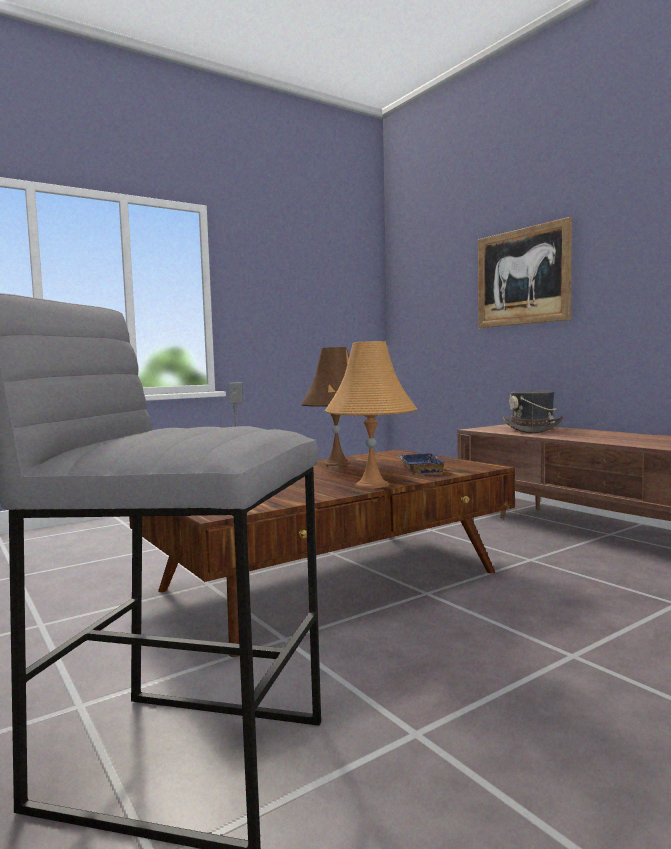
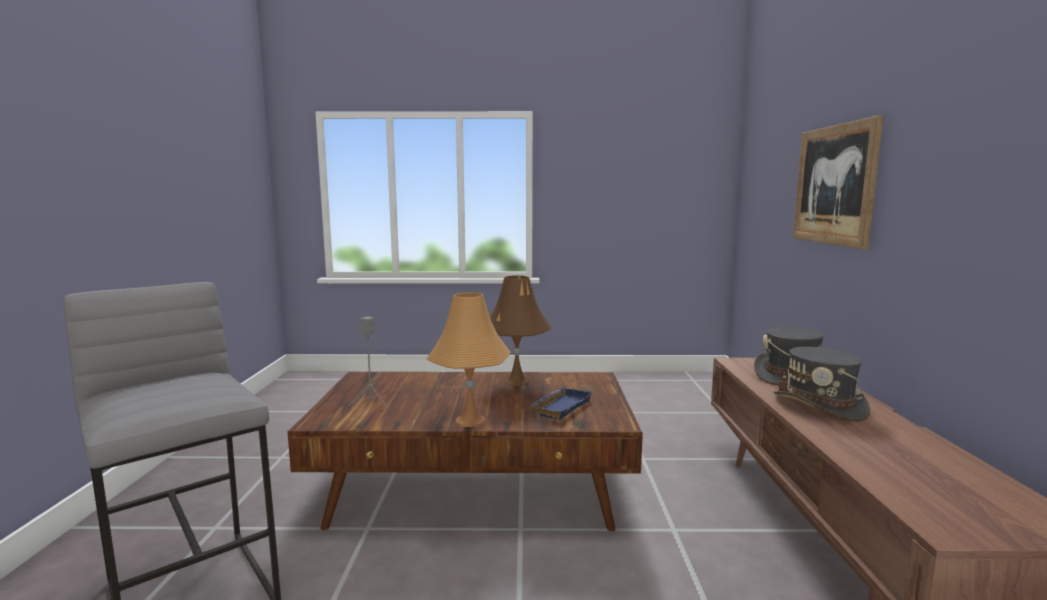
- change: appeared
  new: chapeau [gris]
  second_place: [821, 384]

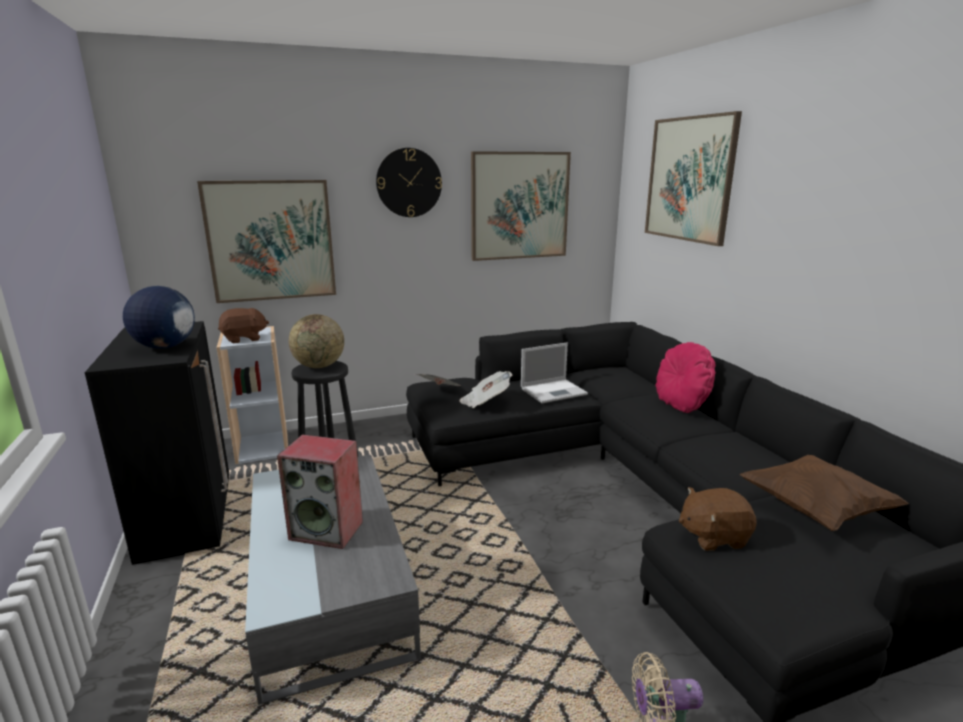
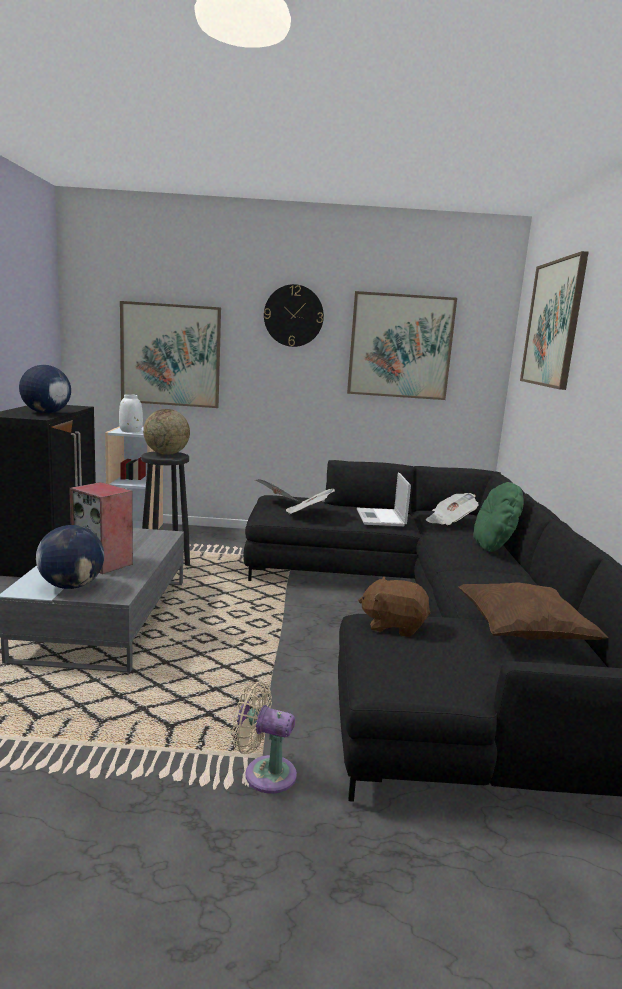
- change: appeared
  new: globe
  second_place: [70, 557]
- change: exchanged
  old: peluche [marron]
  new: vase [blanc]
  first_place: [243, 325]
  second_place: [131, 413]
- change: spun
  old: ordinateur portable
  first_place: [554, 372]
  second_place: [384, 499]
  degrees: 90
- change: appeared
  new: journal
  second_place: [452, 509]
- change: colour
  old: coussin [rose]
  new: coussin [vert]
  first_place: [685, 377]
  second_place: [498, 517]

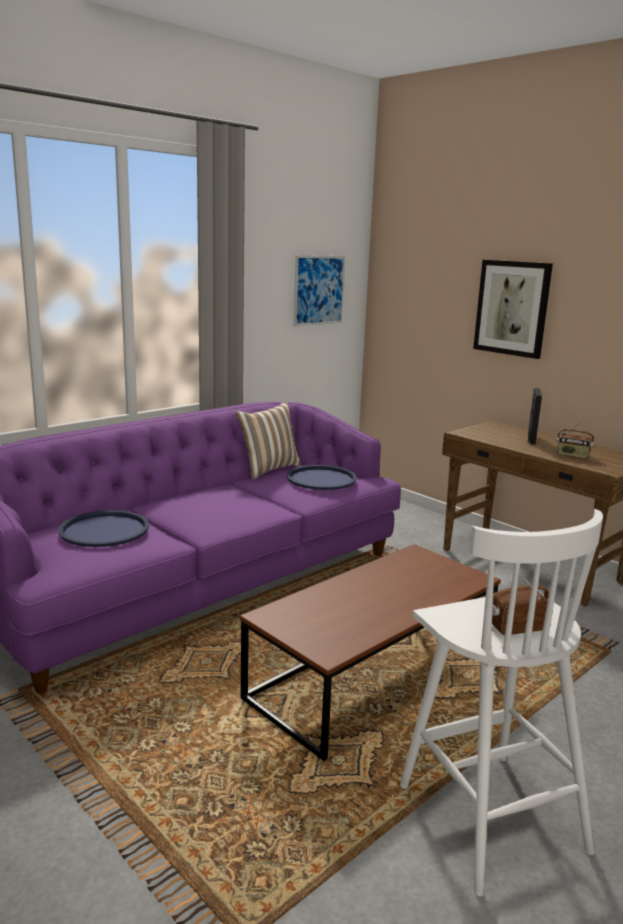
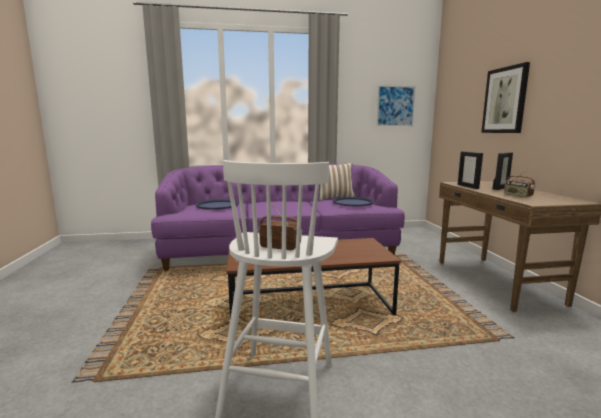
- change: appeared
  new: cadre photo
  second_place: [470, 170]

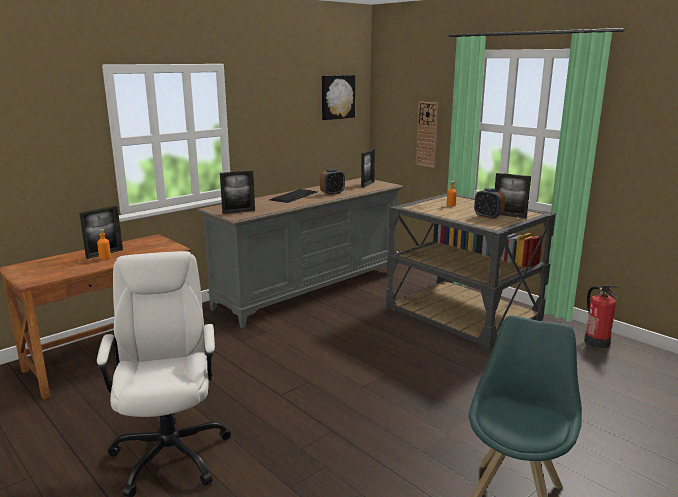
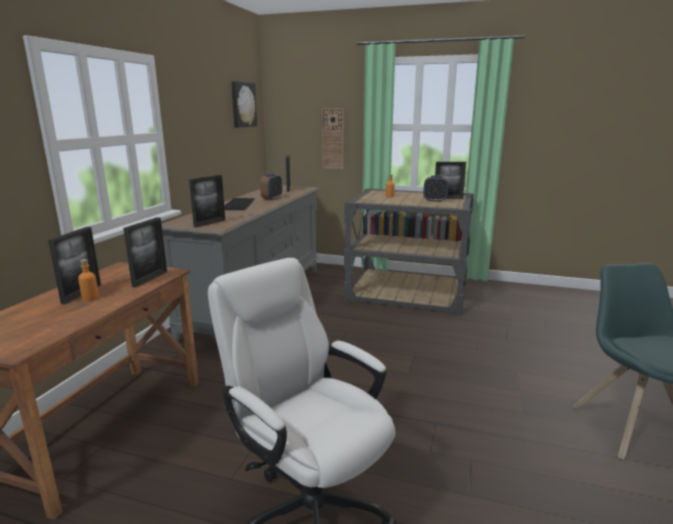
- change: appeared
  new: cadre photo
  second_place: [145, 252]
- change: missing
  old: extincteur
  first_place: [601, 316]

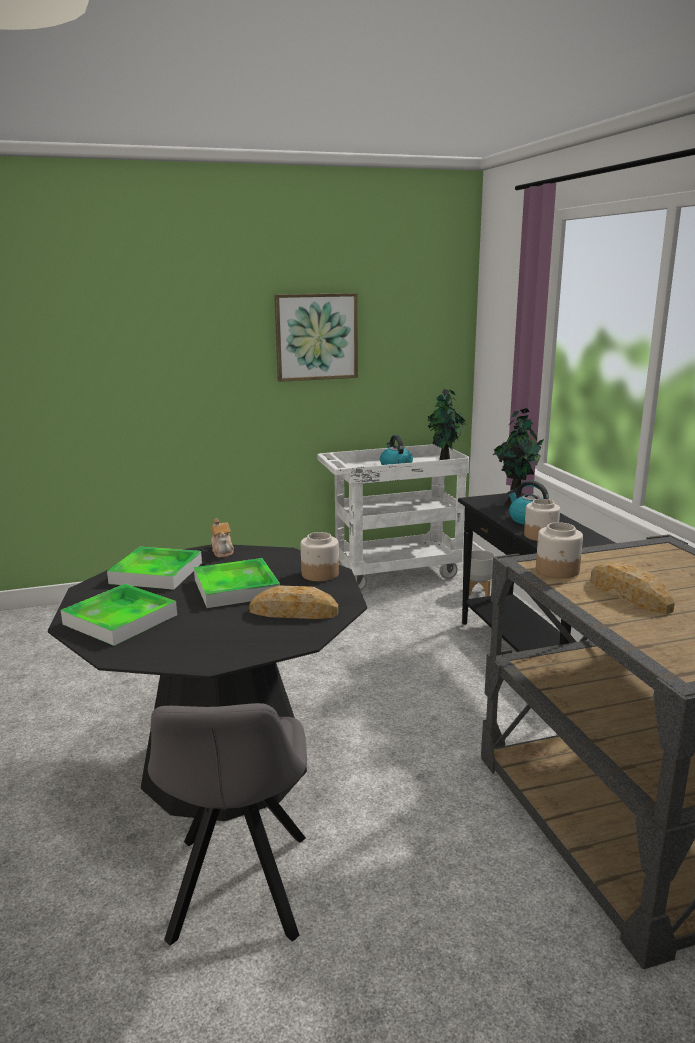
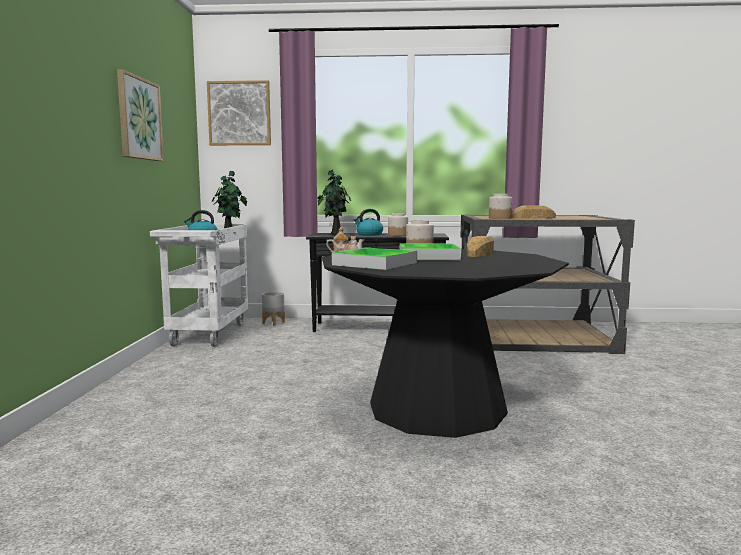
- change: appeared
  new: tableau
  second_place: [239, 112]
- change: missing
  old: plateau
  first_place: [119, 615]
- change: missing
  old: chaise [gris]
  first_place: [227, 824]

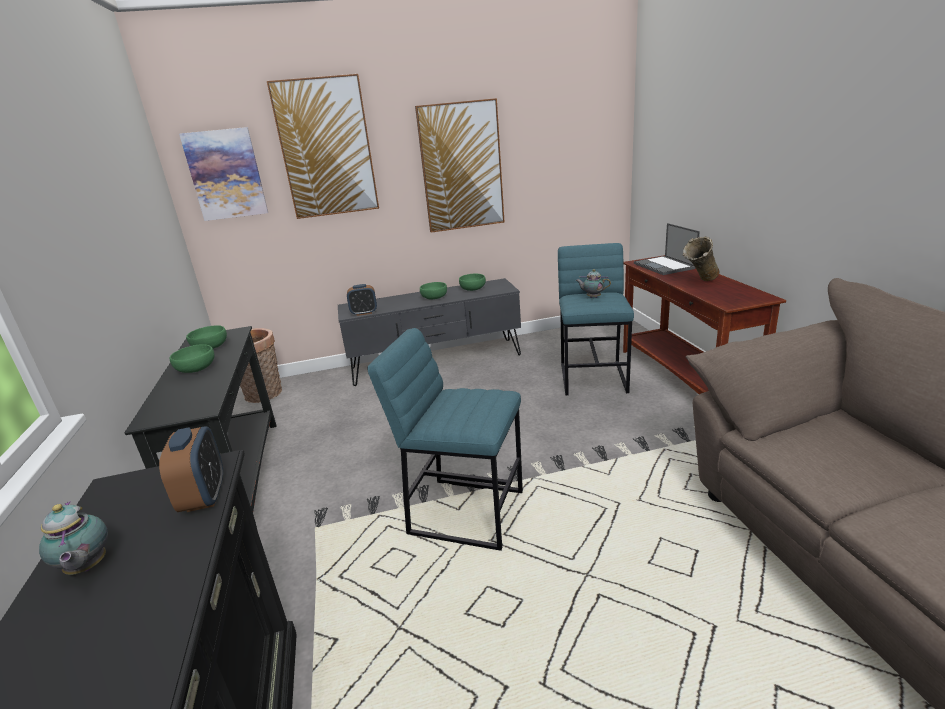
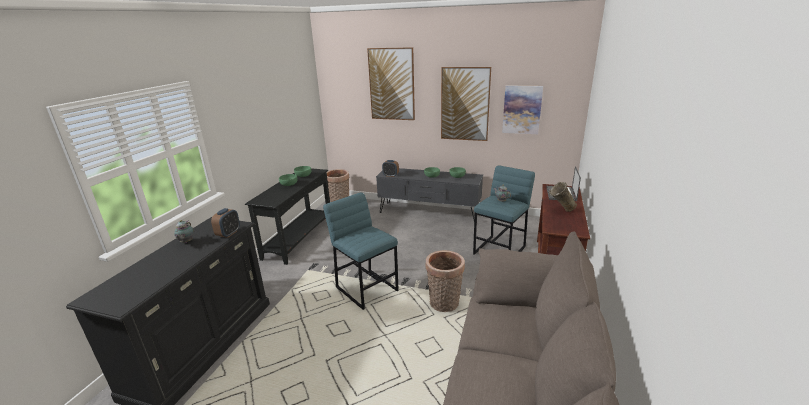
- change: appeared
  new: panier
  second_place: [445, 281]
- change: relocated
  old: tableau
  first_place: [223, 174]
  second_place: [522, 109]

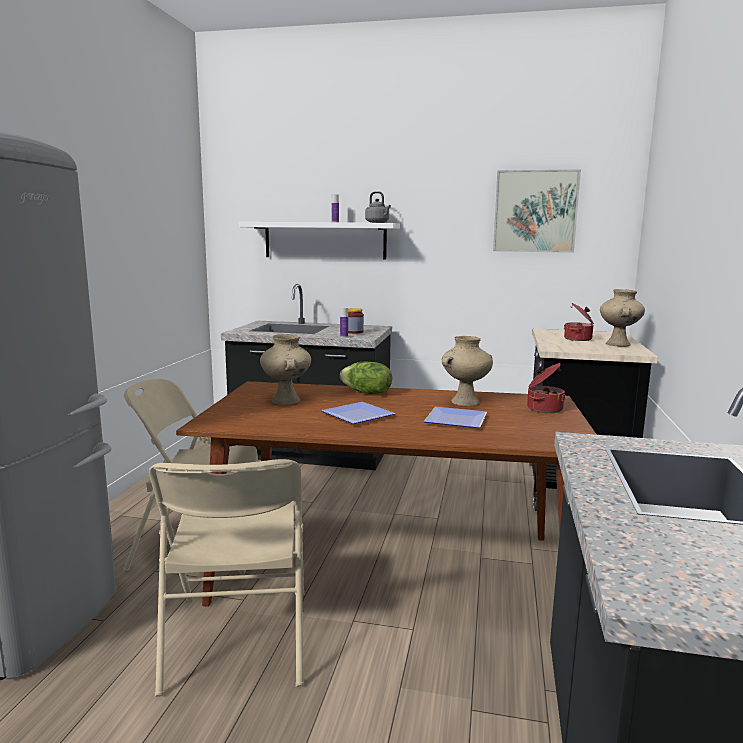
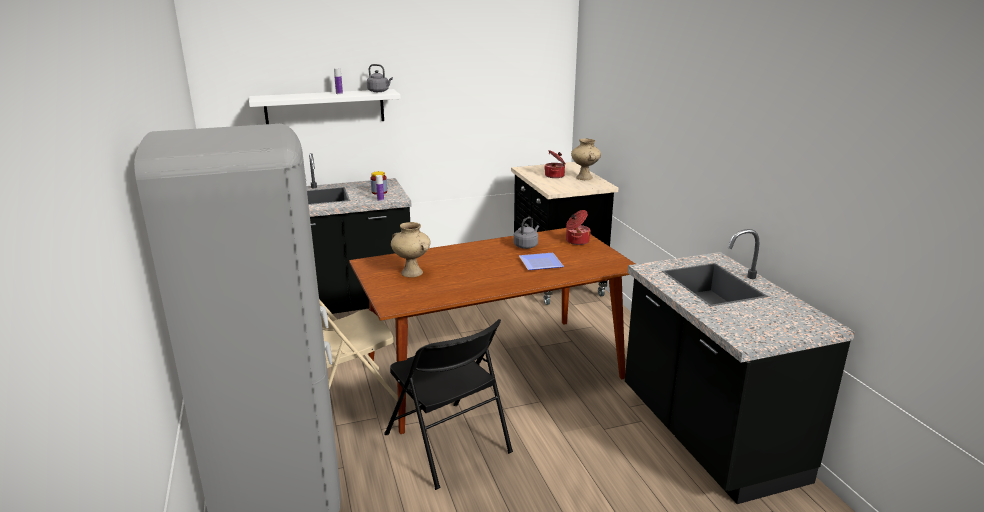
- change: colour
  old: chaise [beige]
  new: chaise [noir]
  first_place: [227, 578]
  second_place: [448, 404]
- change: exchanged
  old: vase [beige]
  new: bouilloire [gris]
  first_place: [467, 371]
  second_place: [526, 233]
- change: missing
  old: assiette
  first_place: [358, 413]
- change: missing
  old: laitue
  first_place: [366, 378]
- change: missing
  old: tableau
  first_place: [537, 211]

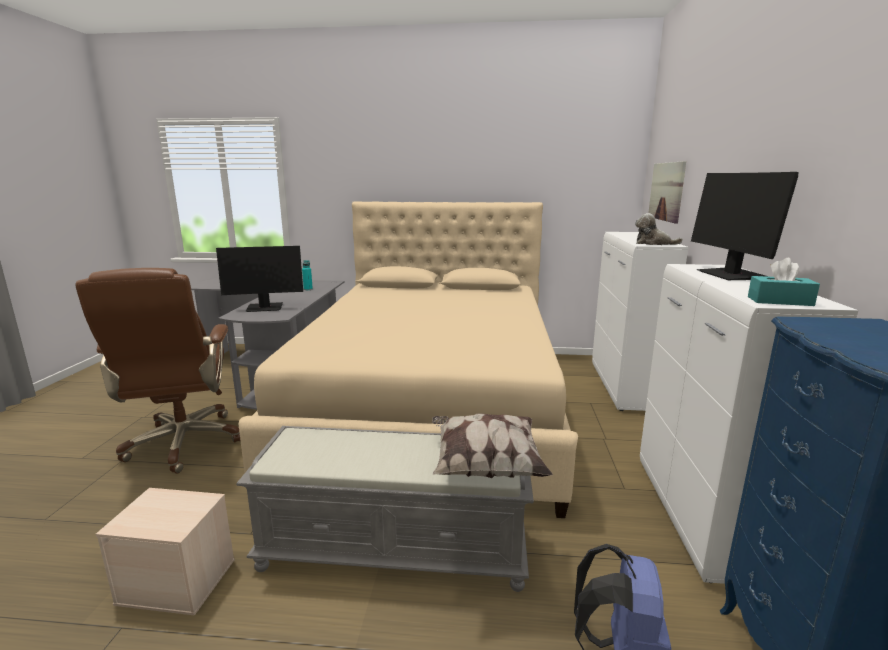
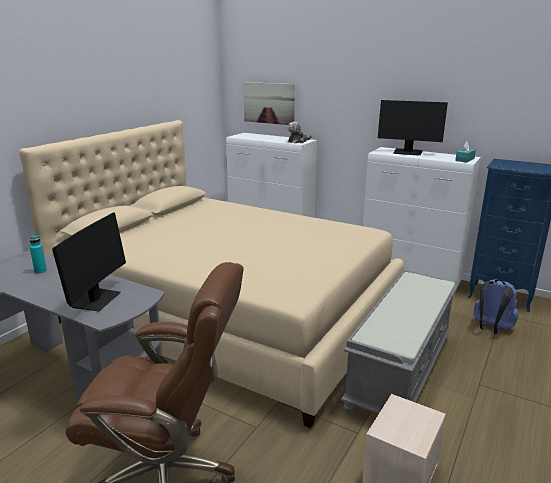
- change: missing
  old: coussin
  first_place: [492, 446]

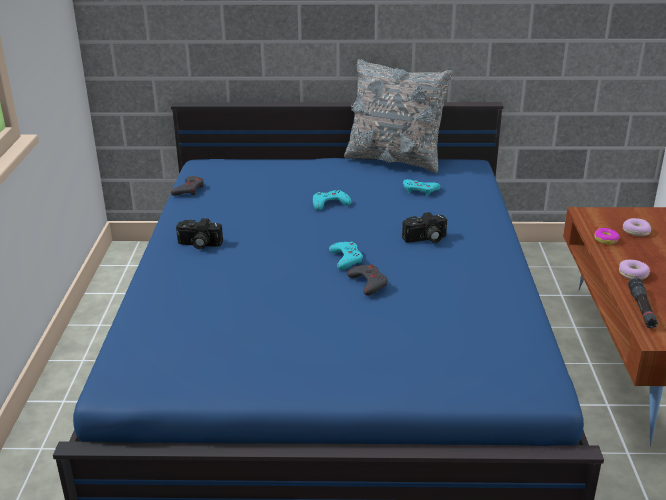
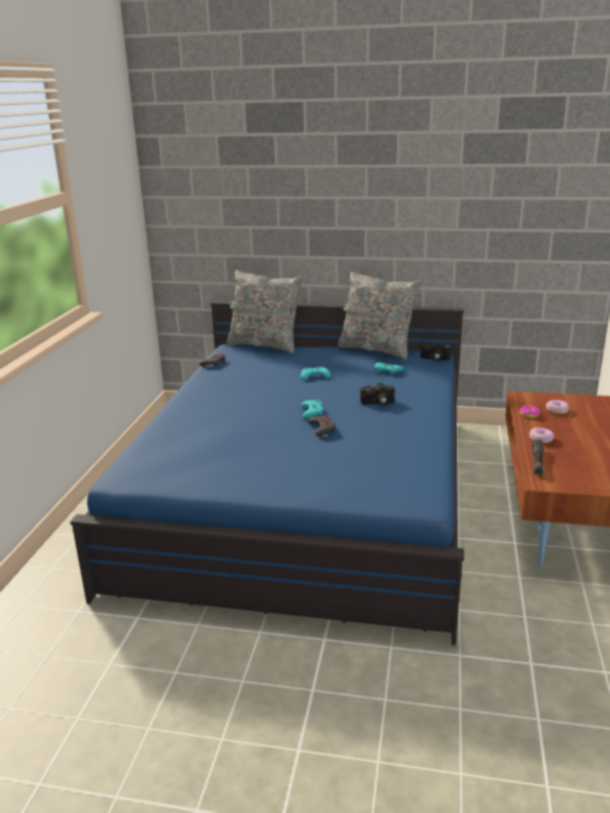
- change: appeared
  new: coussin [gris]
  second_place: [265, 312]
- change: relocated
  old: appareil photo
  first_place: [199, 233]
  second_place: [435, 351]

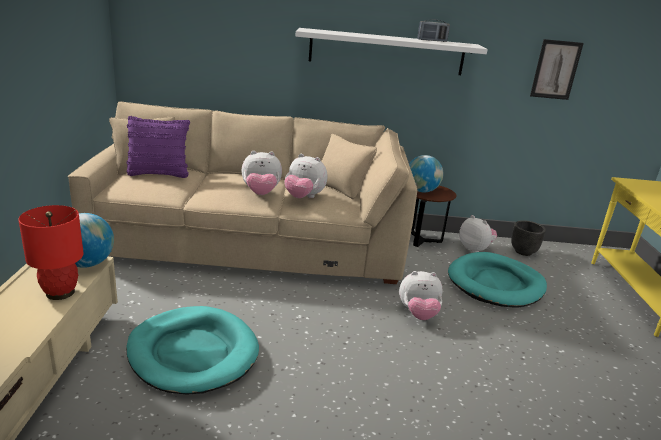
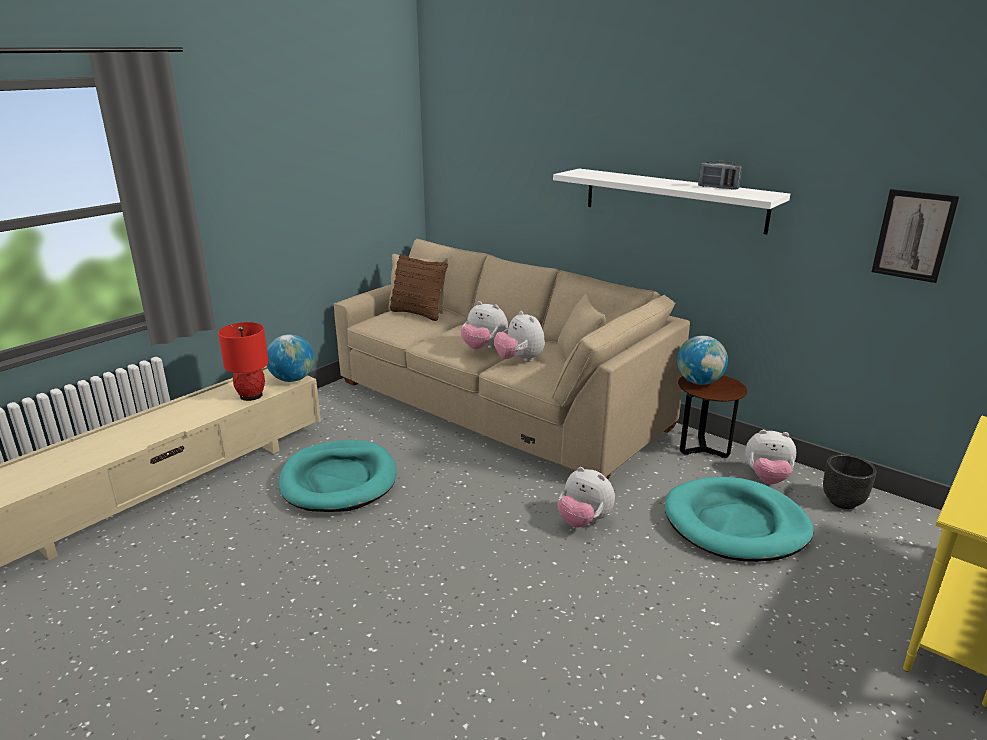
- change: colour
  old: coussin [violet]
  new: coussin [marron]
  first_place: [158, 147]
  second_place: [419, 287]
- change: spun
  old: peluche
  first_place: [478, 234]
  second_place: [770, 457]
  degrees: 105

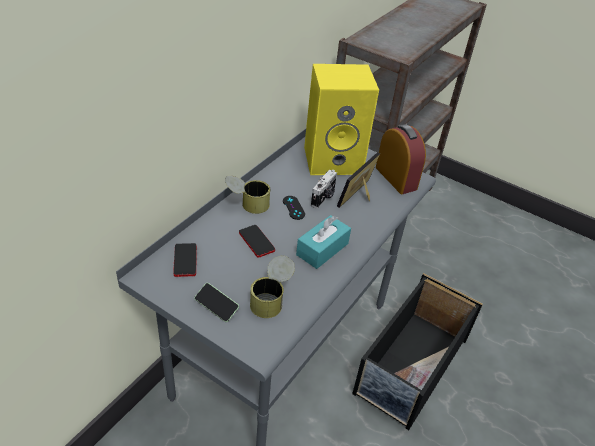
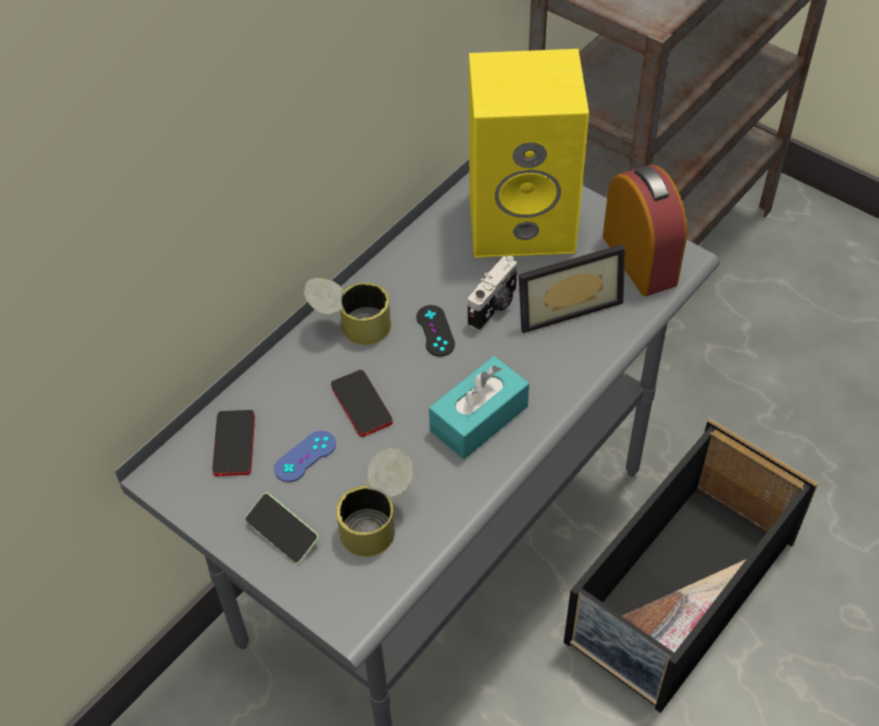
- change: appeared
  new: manette [bleu]
  second_place: [305, 456]
- change: spun
  old: cadre photo
  first_place: [358, 180]
  second_place: [572, 288]
  degrees: -150

